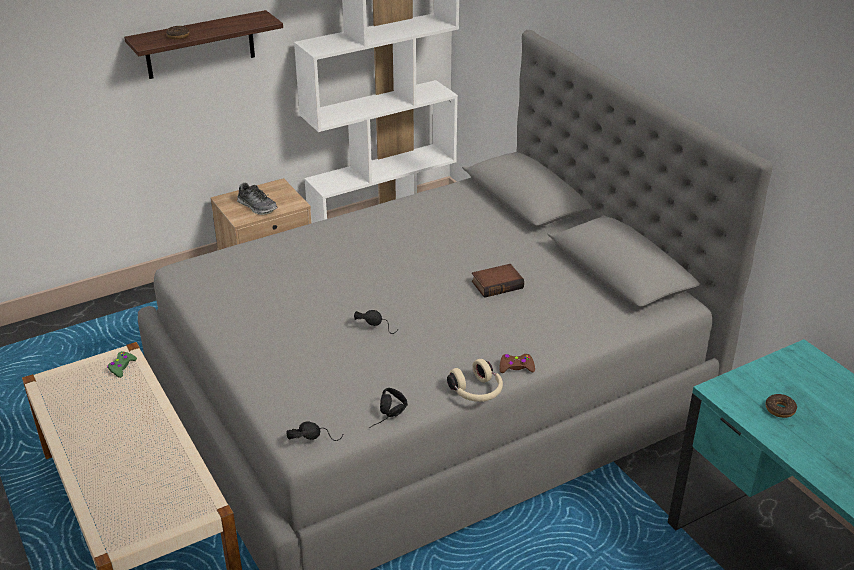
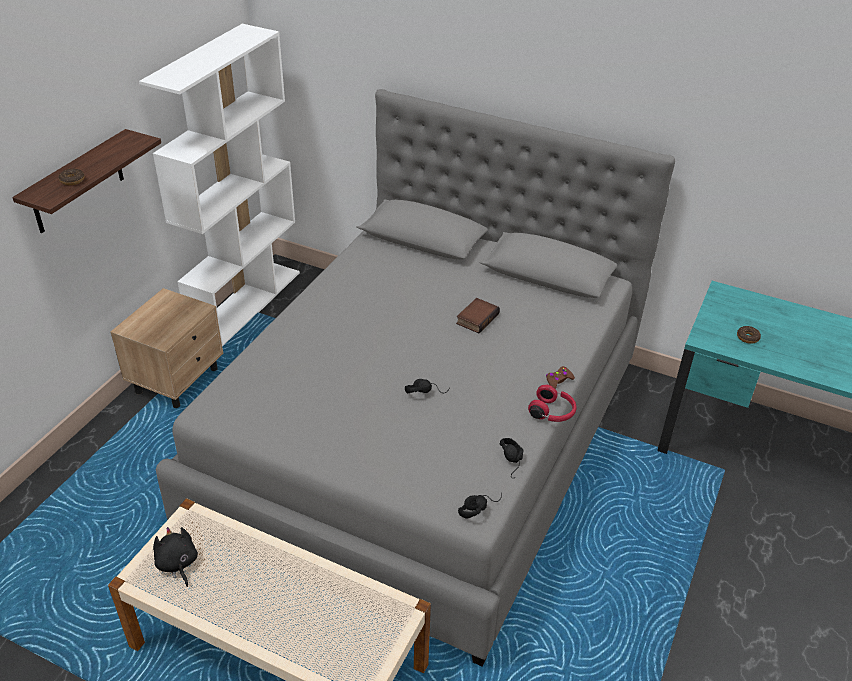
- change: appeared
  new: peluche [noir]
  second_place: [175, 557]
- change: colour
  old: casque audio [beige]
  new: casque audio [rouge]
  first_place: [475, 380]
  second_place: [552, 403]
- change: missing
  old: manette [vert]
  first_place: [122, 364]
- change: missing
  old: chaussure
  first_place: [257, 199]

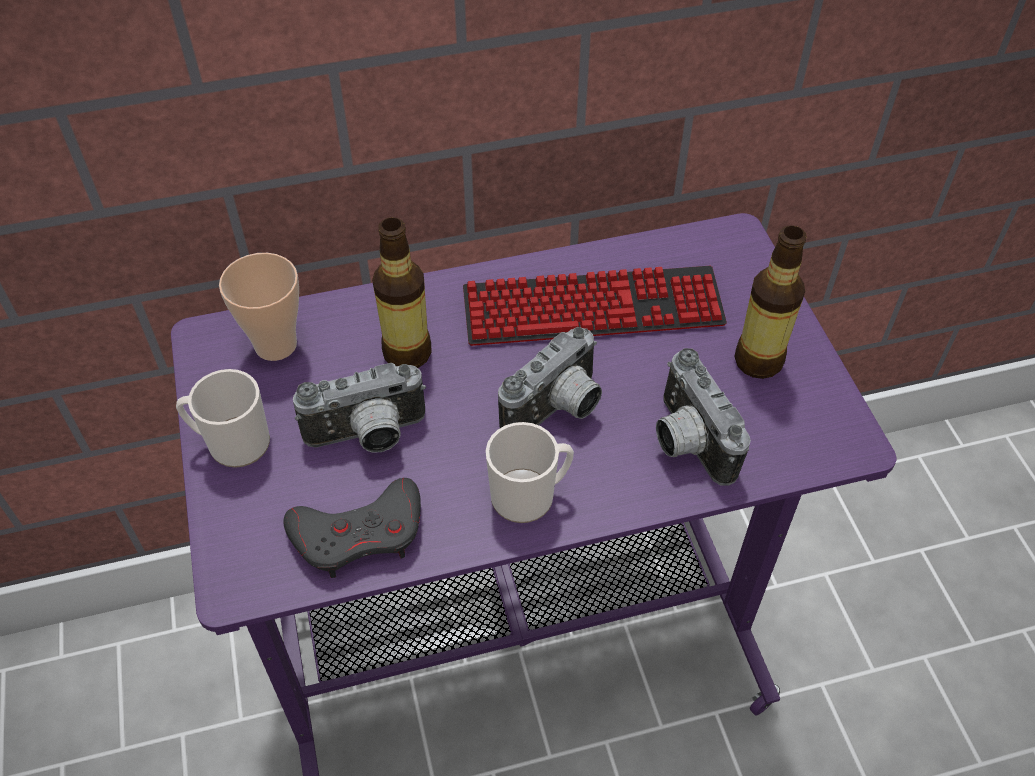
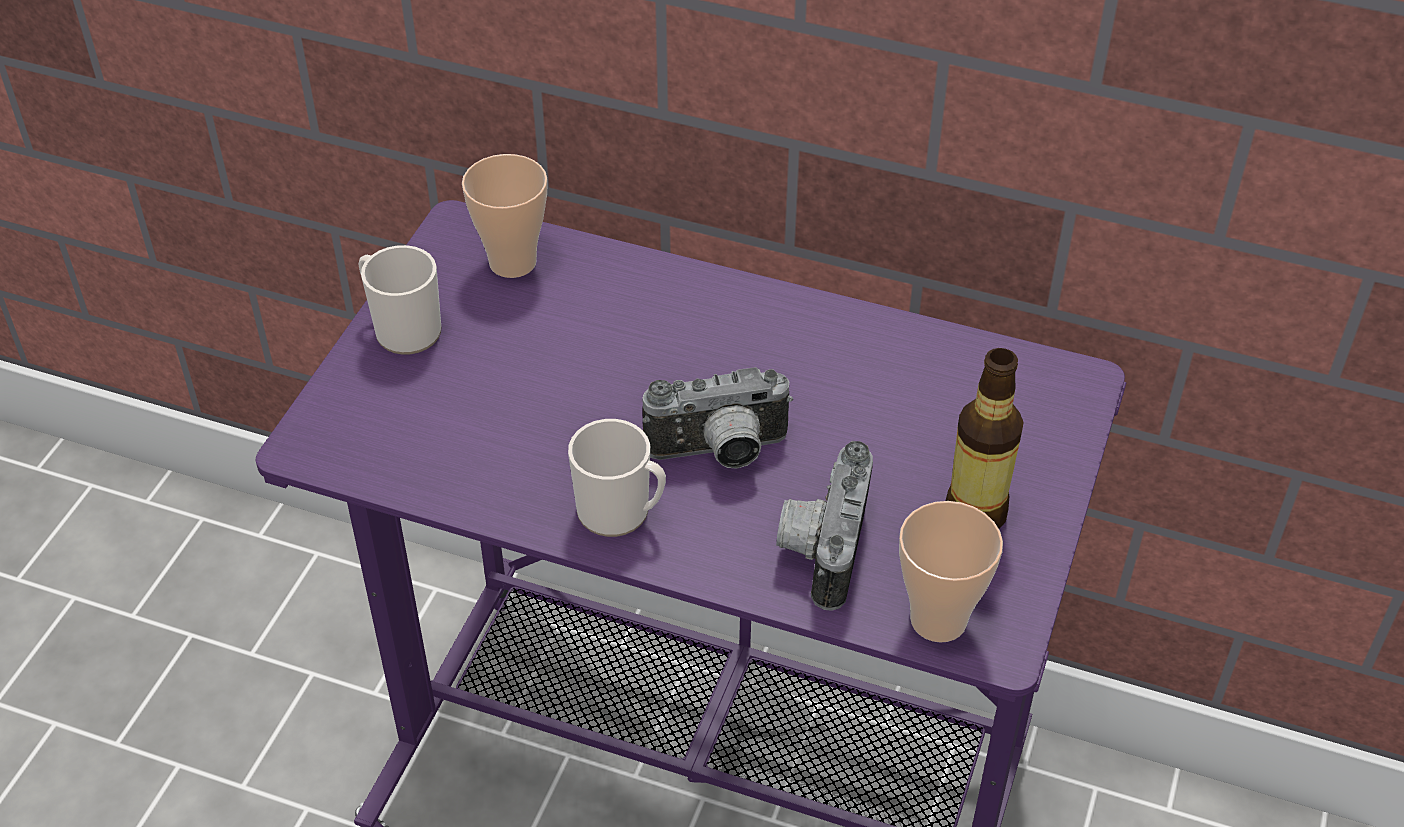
- change: appeared
  new: tasse
  second_place: [951, 572]
- change: missing
  old: manette [gris]
  first_place: [352, 528]
- change: missing
  old: appareil photo
  first_place: [359, 408]
- change: missing
  old: bouteille
  first_place: [401, 292]
- change: missing
  old: clavier
  first_place: [595, 306]

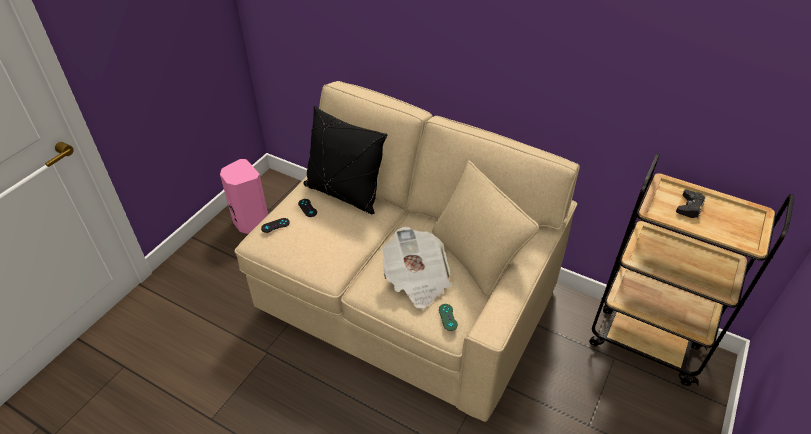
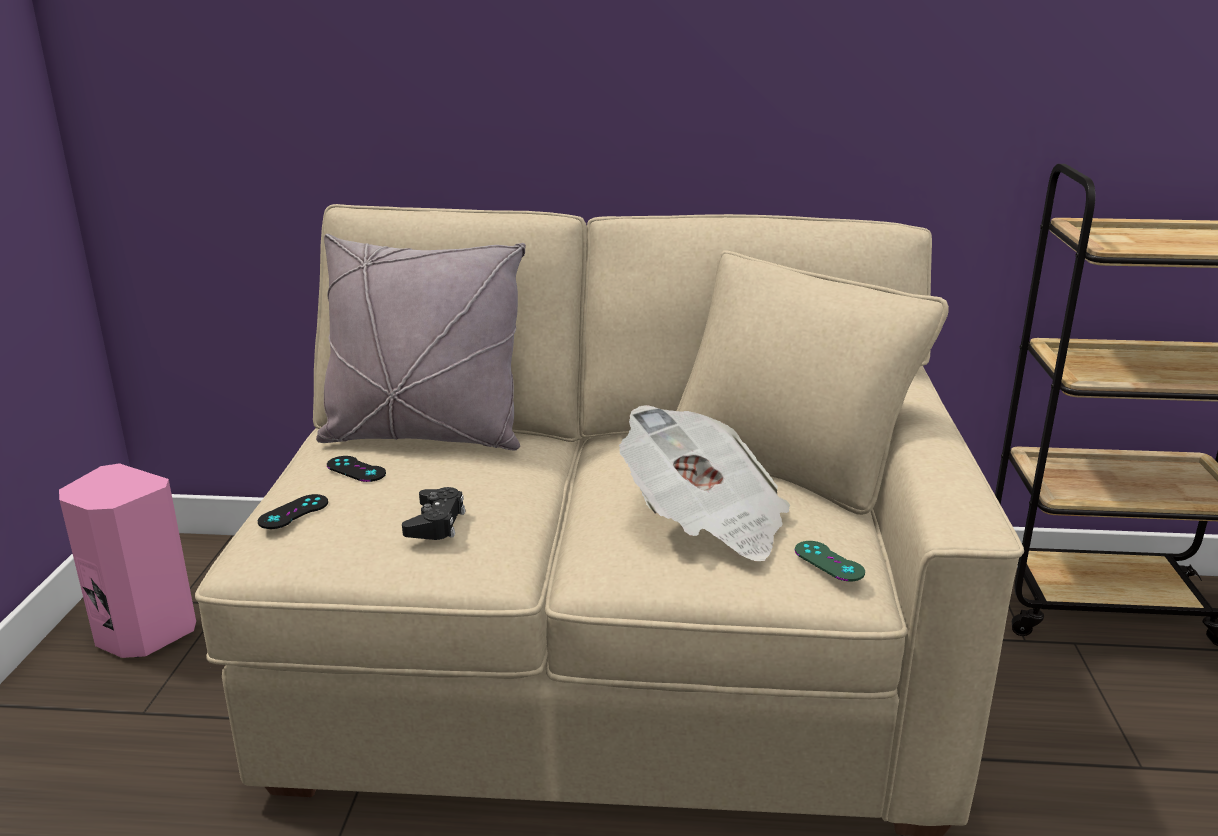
- change: colour
  old: coussin [noir]
  new: coussin [violet]
  first_place: [345, 160]
  second_place: [421, 342]
- change: relocated
  old: manette [noir]
  first_place: [690, 204]
  second_place: [433, 513]

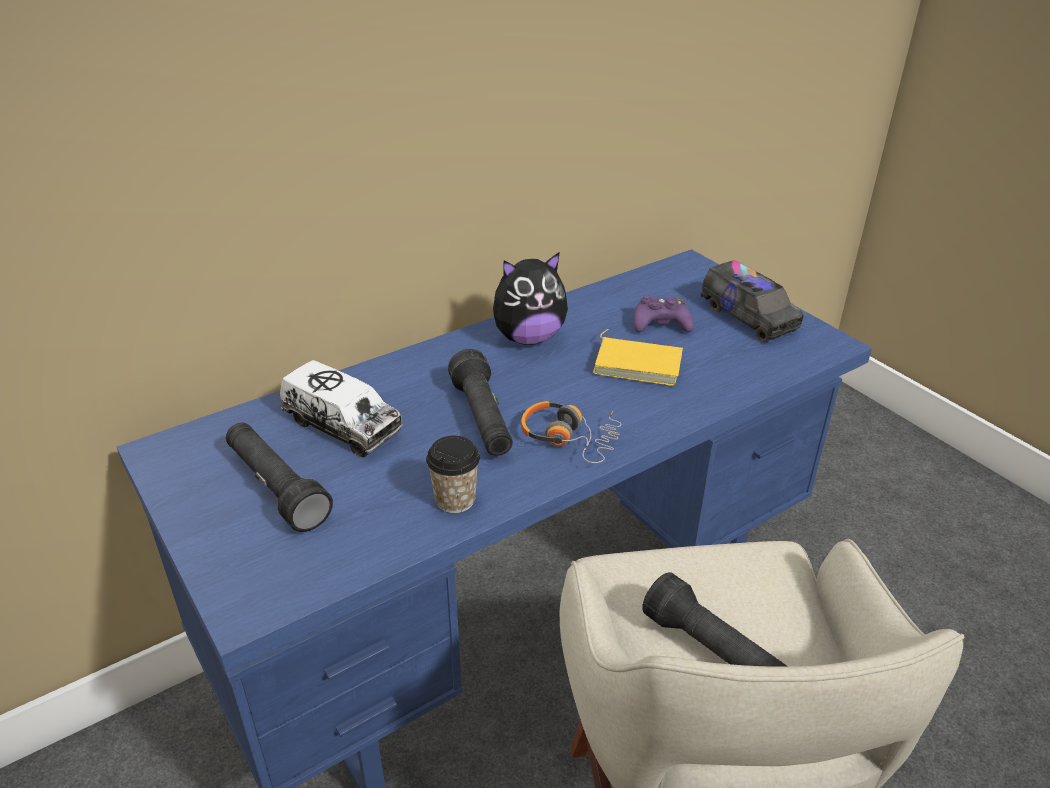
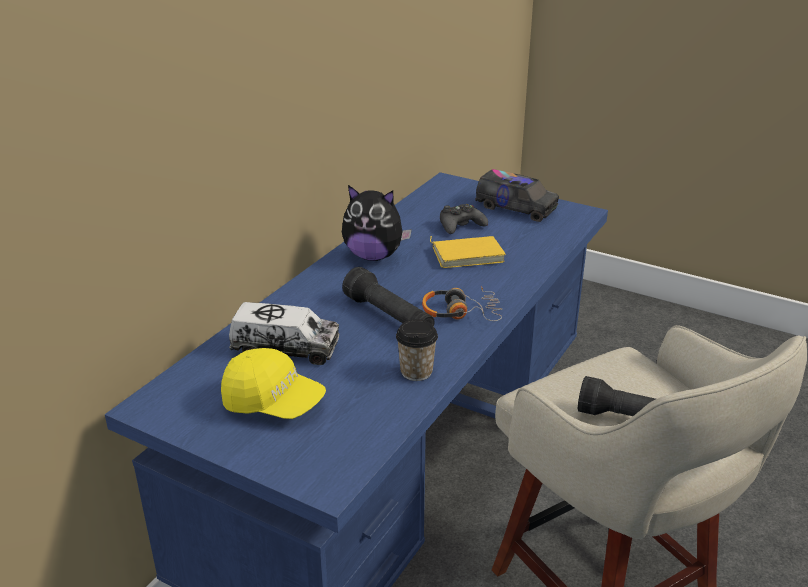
- change: exchanged
  old: lampe de poche [noir]
  new: casquette [jaune]
  first_place: [279, 477]
  second_place: [273, 383]
- change: spun
  old: peluche
  first_place: [530, 298]
  second_place: [377, 223]
  degrees: 60
- change: colour
  old: manette [violet]
  new: manette [noir]
  first_place: [663, 313]
  second_place: [464, 219]

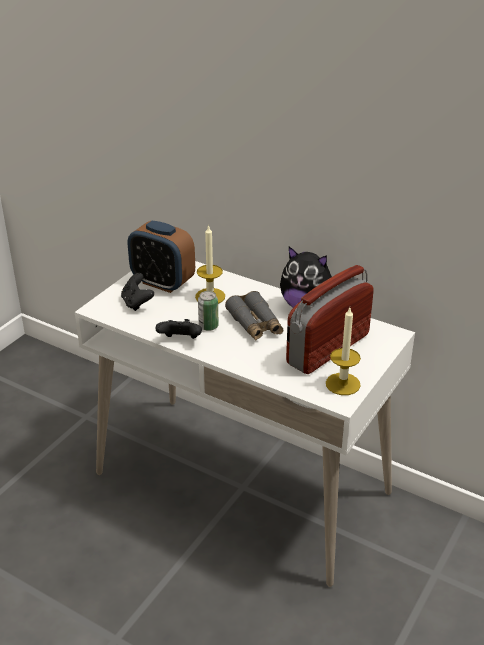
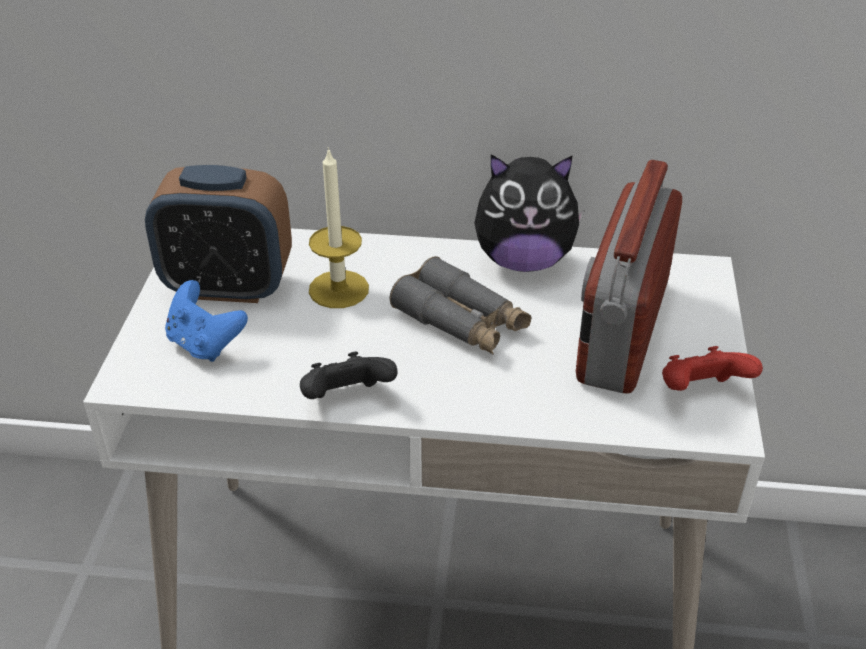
- change: colour
  old: manette [noir]
  new: manette [bleu]
  first_place: [137, 292]
  second_place: [206, 321]
- change: exchanged
  old: bougie
  new: manette [rouge]
  first_place: [343, 351]
  second_place: [712, 368]
- change: missing
  old: boîte métallique
  first_place: [208, 311]

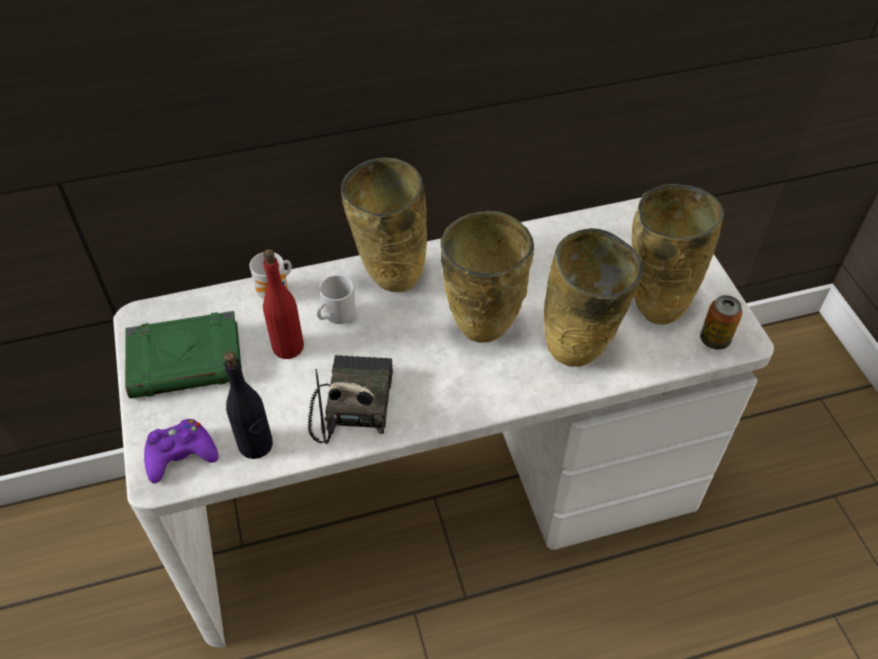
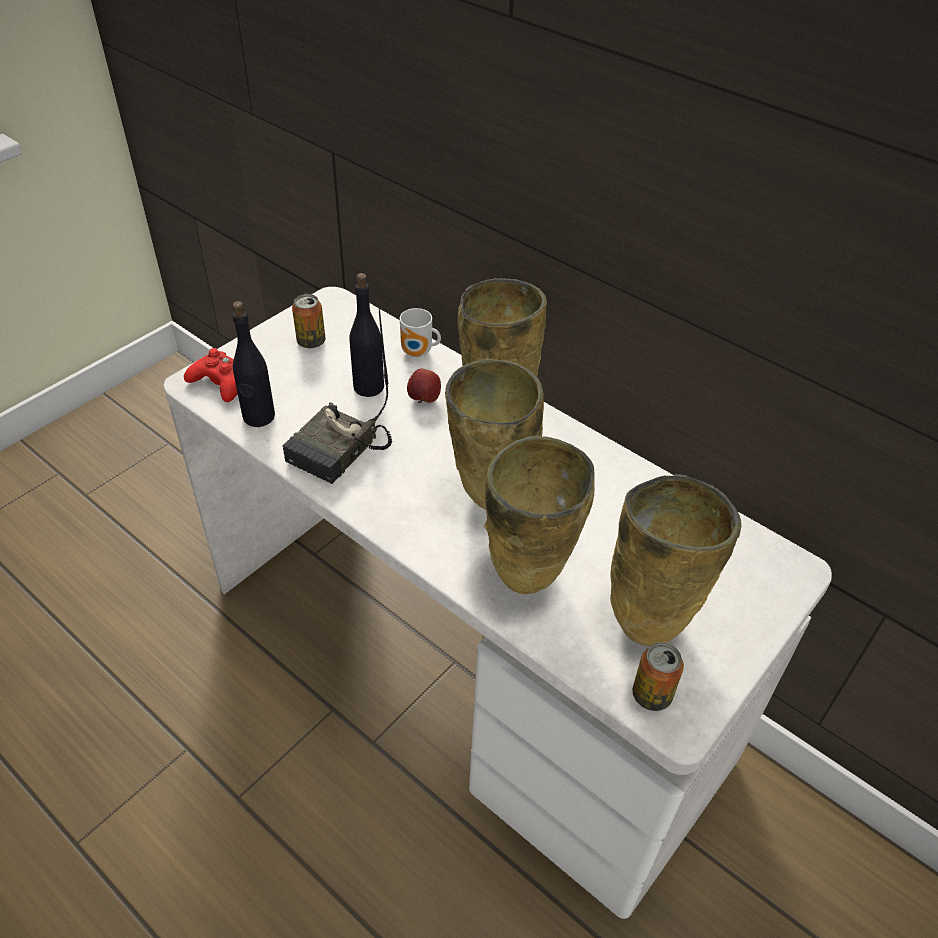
- change: colour
  old: manette [violet]
  new: manette [rouge]
  first_place: [181, 451]
  second_place: [211, 375]
- change: spun
  old: radio
  first_place: [350, 399]
  second_place: [337, 395]
  degrees: 150
- change: exchanged
  old: livre [vert]
  new: boîte métallique
  first_place: [183, 354]
  second_place: [308, 321]
- change: colour
  old: bouteille [rouge]
  new: bouteille [noir]
  first_place: [283, 304]
  second_place: [366, 335]
- change: exchanged
  old: mug
  new: pomme
  first_place: [336, 299]
  second_place: [424, 386]

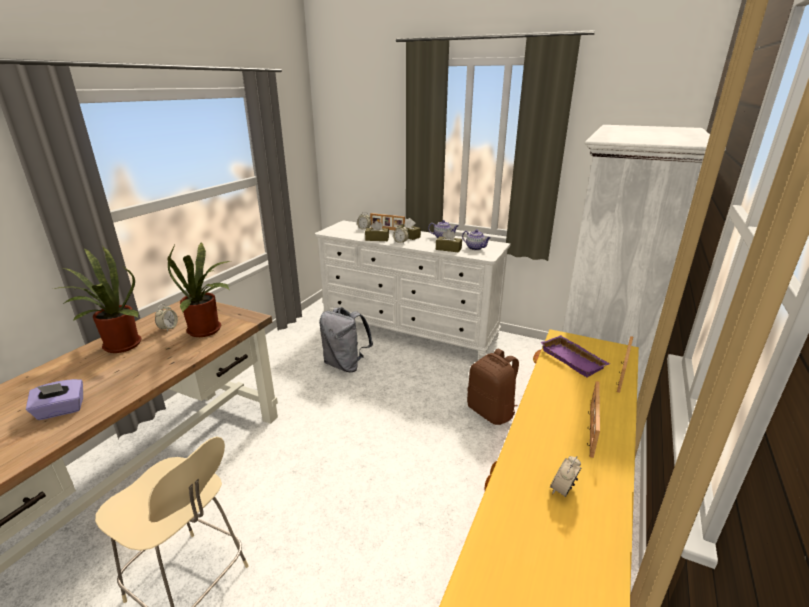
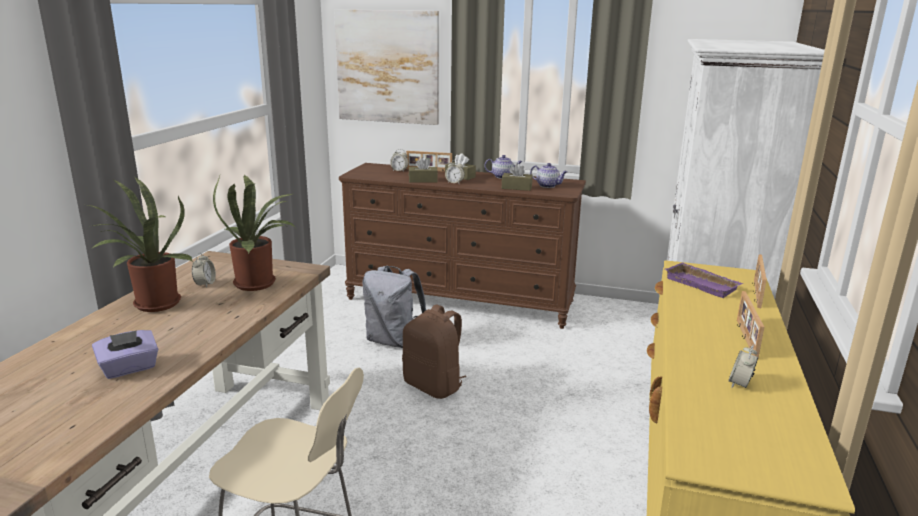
- change: appeared
  new: tableau
  second_place: [386, 67]
- change: colour
  old: commode [blanc]
  new: commode [marron]
  first_place: [412, 290]
  second_place: [462, 246]
- change: relocated
  old: sac à dos [marron]
  first_place: [493, 387]
  second_place: [434, 352]

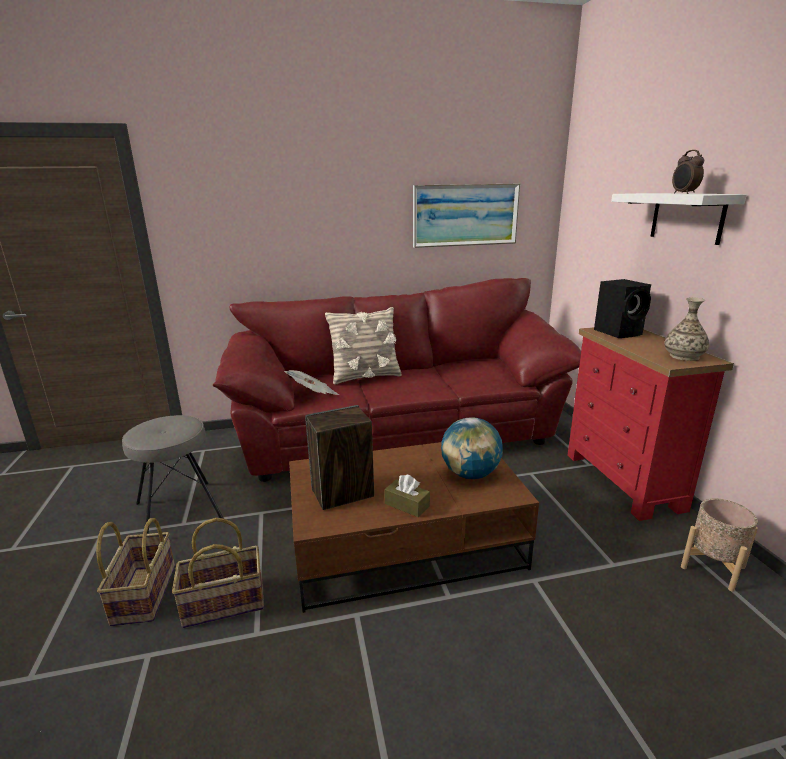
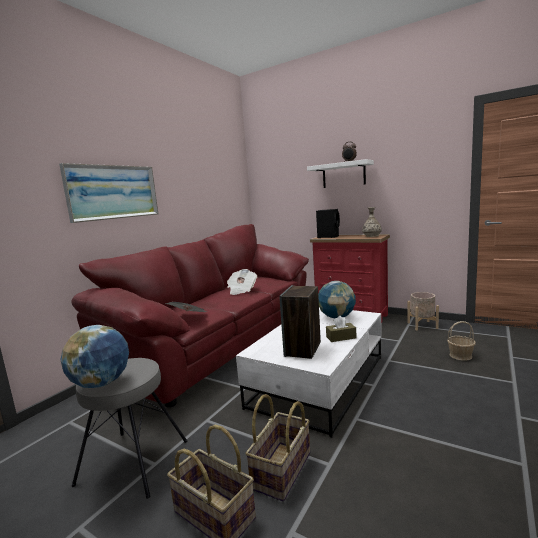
- change: relocated
  old: tableau
  first_place: [466, 216]
  second_place: [108, 193]
- change: appeared
  new: globe
  second_place: [94, 356]
- change: appeared
  new: journal
  second_place: [242, 282]
- change: colour
  old: table basse [marron]
  new: table basse [blanc]
  first_place: [414, 527]
  second_place: [309, 373]
- change: appeared
  new: panier
  second_place: [461, 341]
- change: missing
  old: coussin [beige]
  first_place: [363, 346]

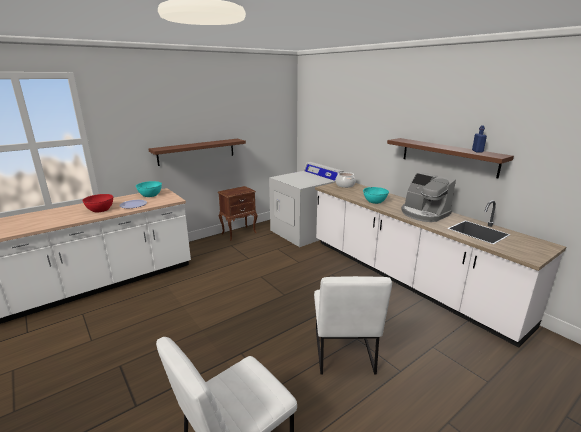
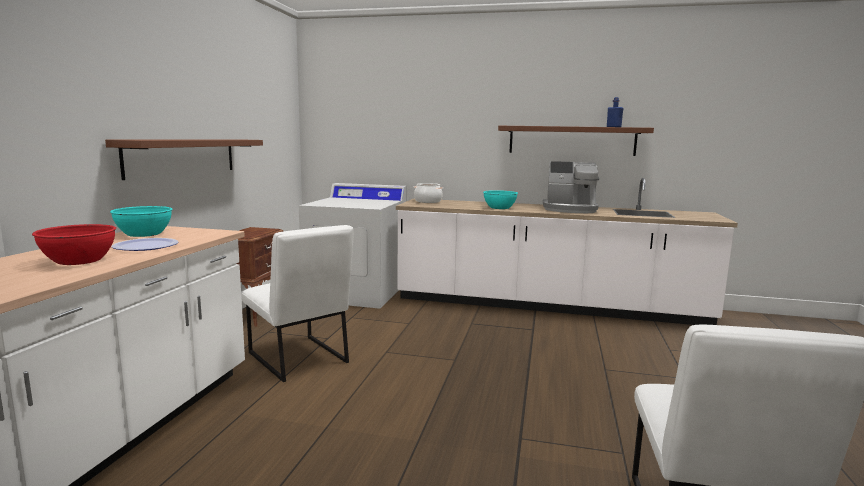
- change: relocated
  old: chaise [blanc]
  first_place: [353, 325]
  second_place: [298, 303]

